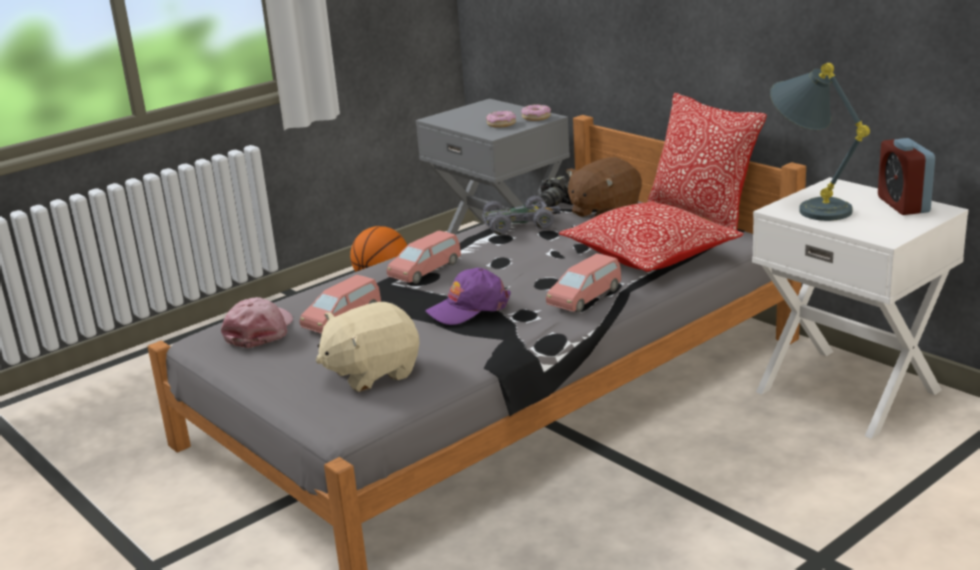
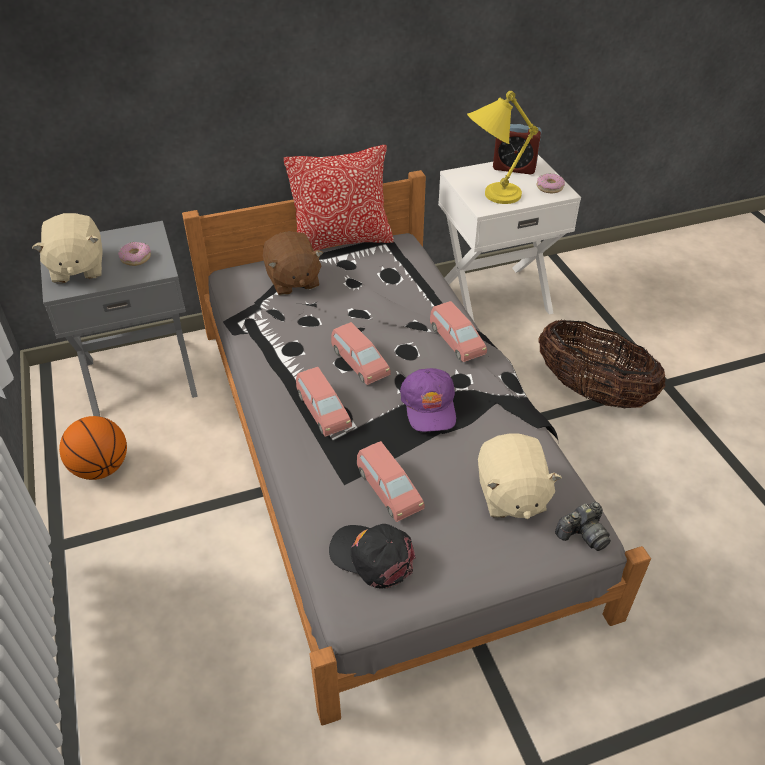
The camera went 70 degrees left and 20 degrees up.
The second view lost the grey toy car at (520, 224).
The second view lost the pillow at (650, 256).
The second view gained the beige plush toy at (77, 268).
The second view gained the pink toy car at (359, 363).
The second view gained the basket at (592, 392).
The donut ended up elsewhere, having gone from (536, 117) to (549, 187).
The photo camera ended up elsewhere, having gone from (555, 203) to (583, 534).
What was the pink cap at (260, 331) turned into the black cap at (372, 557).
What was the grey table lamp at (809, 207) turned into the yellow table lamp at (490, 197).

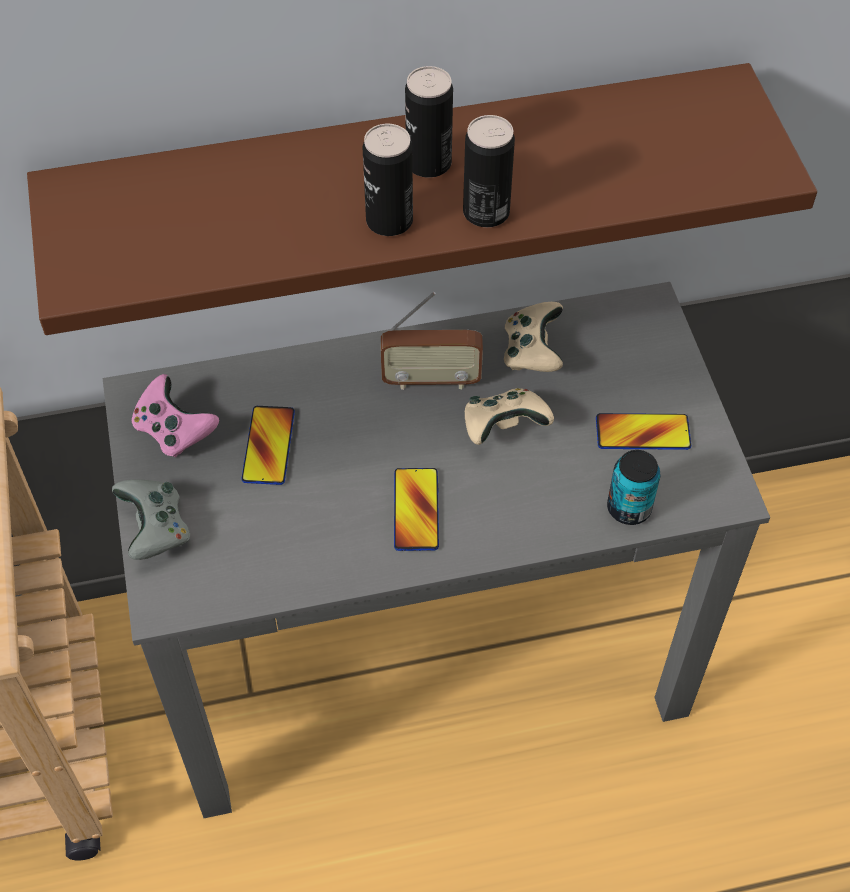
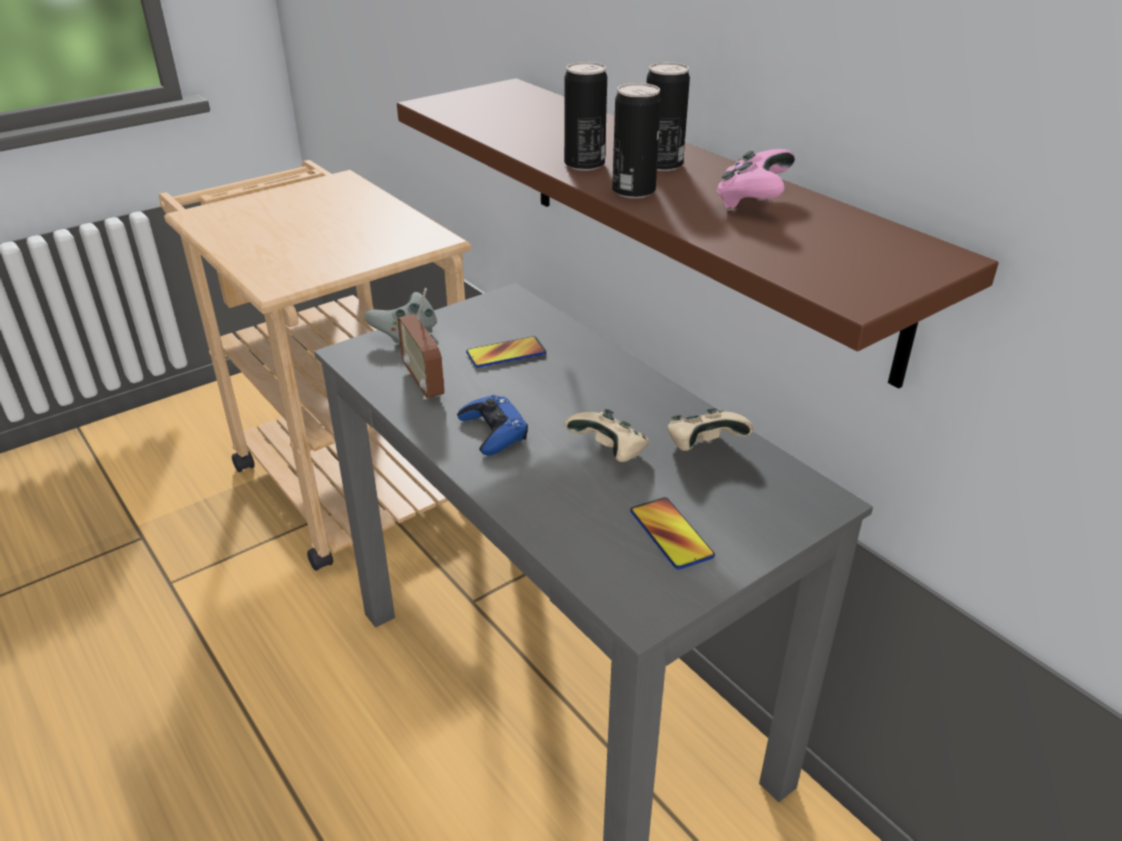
The camera went 65 degrees right and 20 degrees down.
The second view lost the can at (629, 508).
The pink game controller ended up elsewhere, having gone from (174, 431) to (752, 201).
The radio ended up elsewhere, having gone from (431, 380) to (424, 383).
Where the phone stood at (416, 510), the blue game controller came to stand at (493, 431).

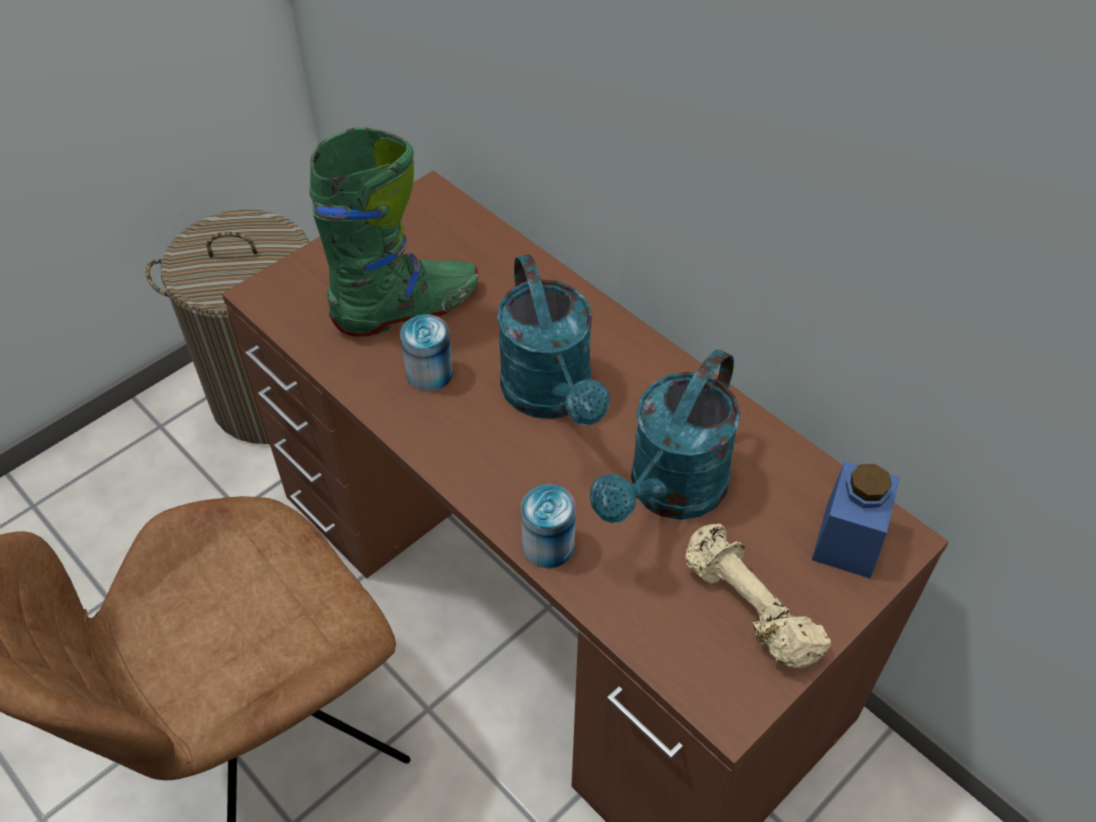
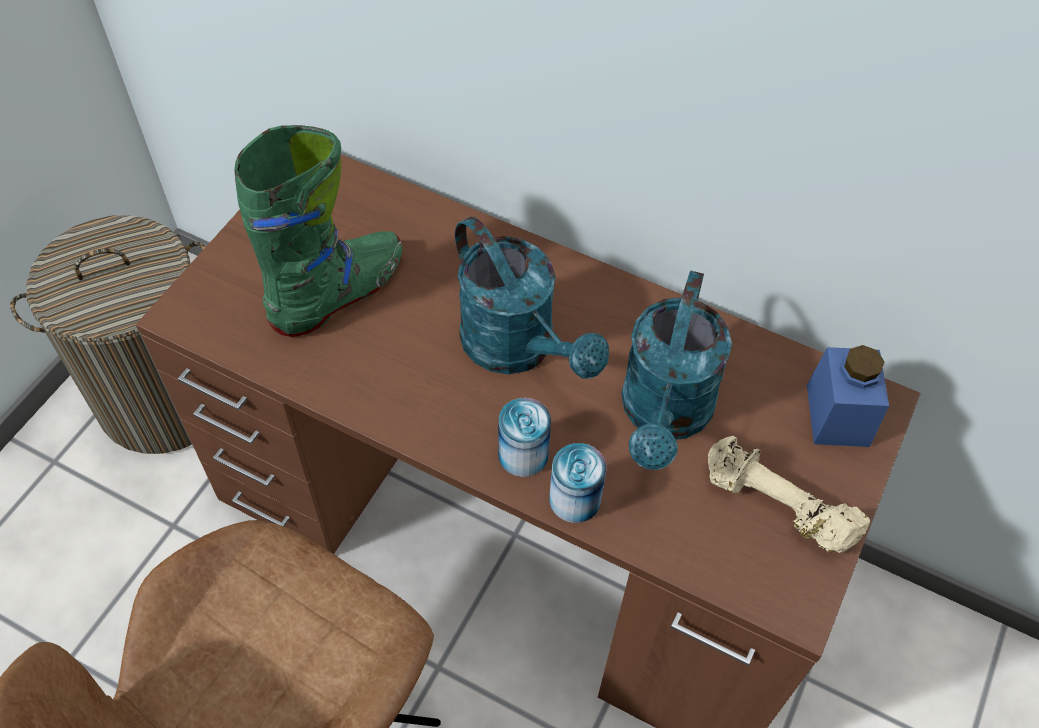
The camera went 20 degrees left and 5 degrees up.
The can ended up elsewhere, having gone from (429, 374) to (523, 454).

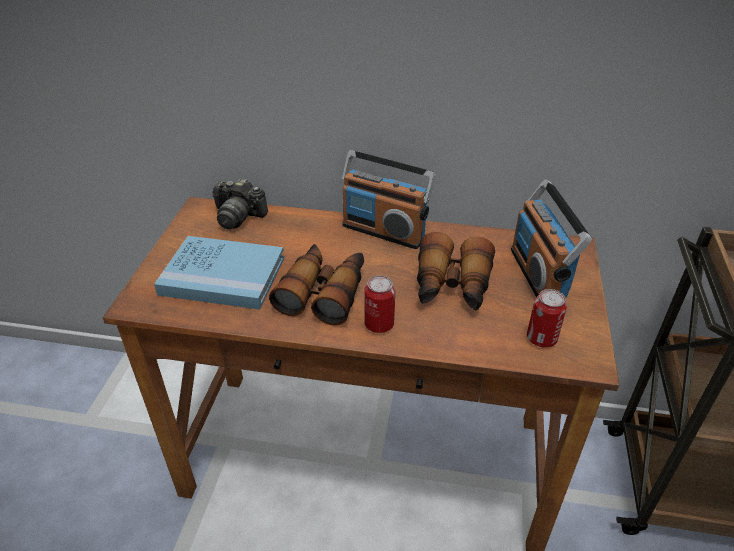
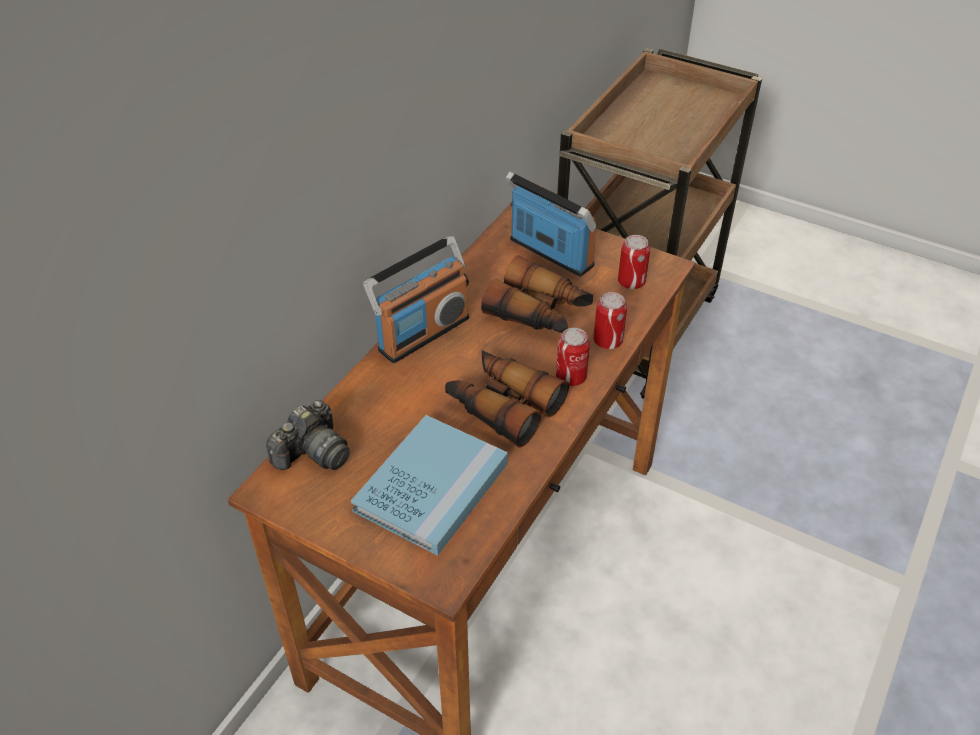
The camera went 70 degrees left and 5 degrees up.
The second view gained the can at (607, 341).
The radio at (538, 275) ended up facing another way, 150 degrees counterclockwise from before.

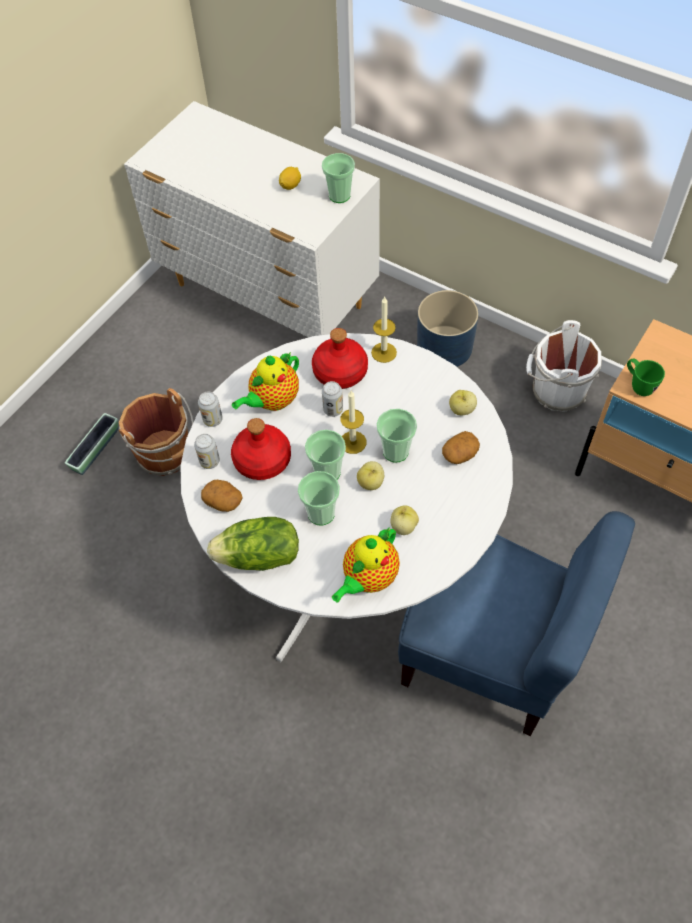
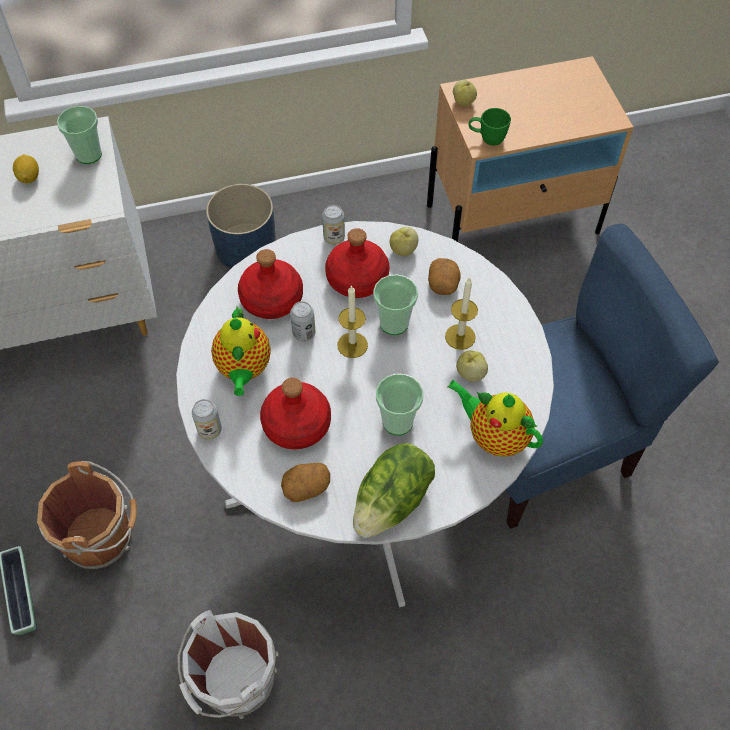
The camera went 50 degrees left and 0 degrees up.
The second view lost the cup at (327, 472).
The second view gained the red bottle at (356, 278).
The can ended up elsewhere, having gone from (209, 461) to (334, 238).
The apple ended up elsewhere, having gone from (371, 483) to (463, 102).
The candle ended up elsewhere, having gone from (384, 352) to (460, 337).
The white bucket ended up elsewhere, having gone from (556, 391) to (234, 682).
The teapot at (368, 578) ended up facing another way, 135 degrees clockwise from before.

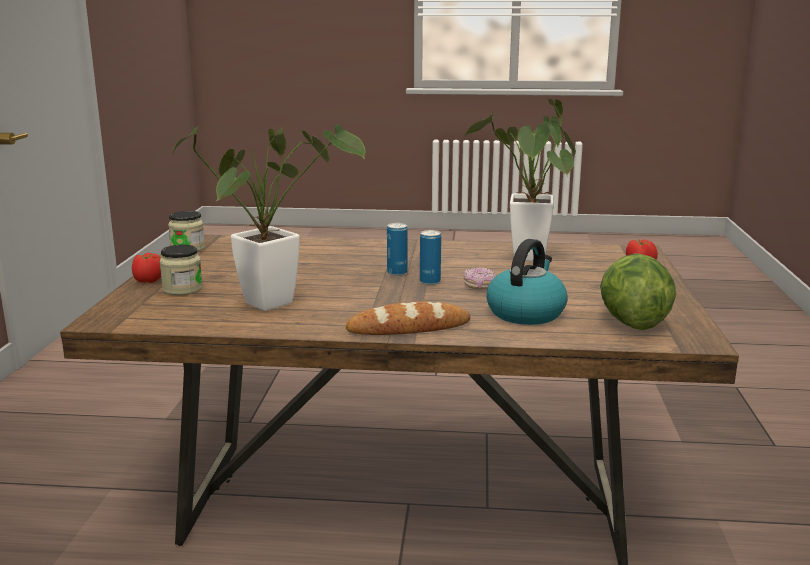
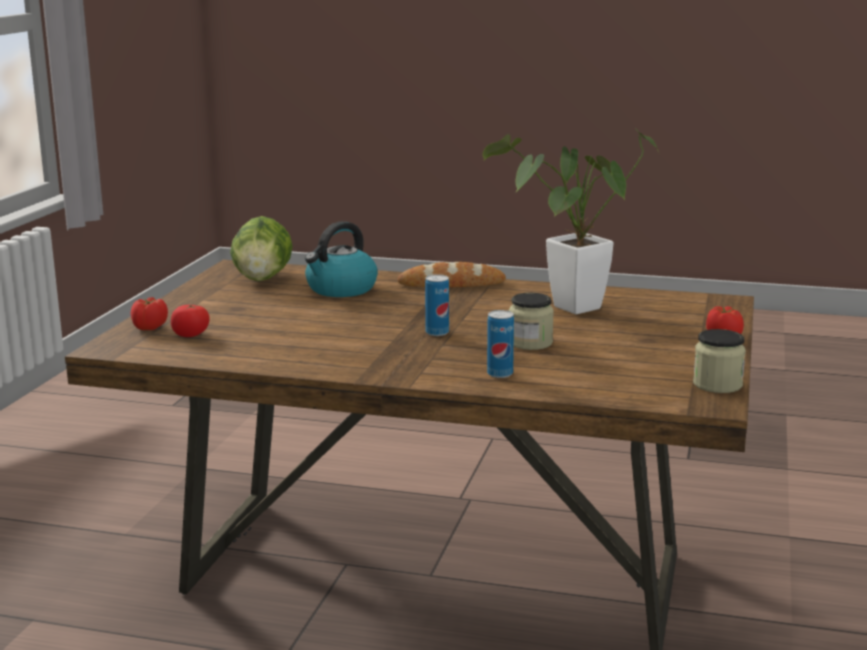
The camera went 170 degrees left and 0 degrees up.
The second view lost the potted plant at (528, 260).
The second view lost the donut at (479, 286).
The second view gained the tomato at (191, 335).
The jar ended up elsewhere, having gone from (182, 289) to (530, 343).
The can ended up elsewhere, having gone from (430, 282) to (500, 374).

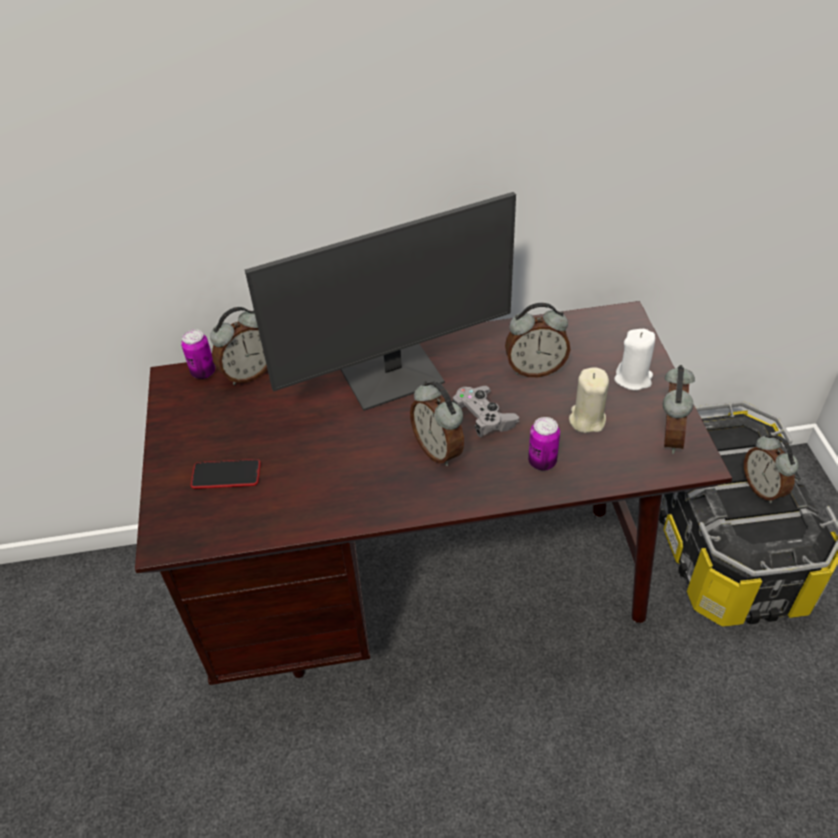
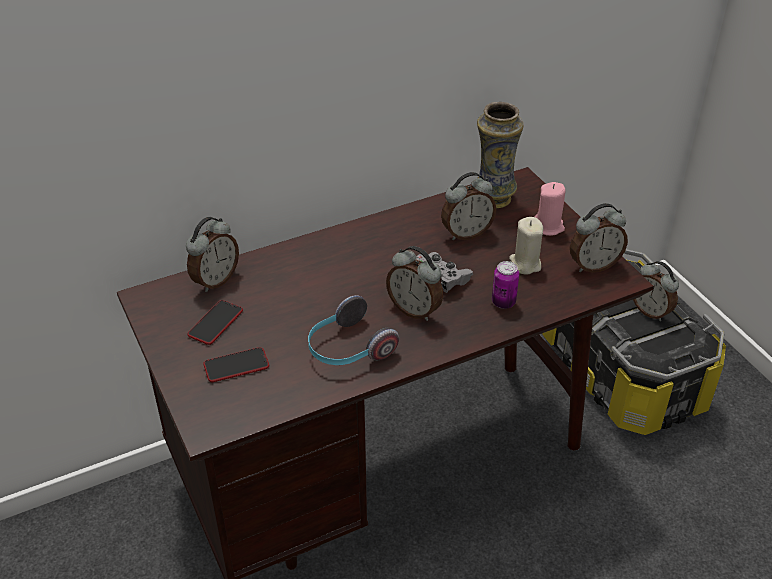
The camera went 20 degrees left and 5 degrees down.
The second view lost the can at (203, 372).
The second view lost the monitor at (392, 376).
The second view gained the phone at (215, 323).
The second view gained the headphones at (348, 349).
The second view gained the vase at (493, 198).
What was the white candle at (633, 378) turned into the pink candle at (548, 227).
The alarm clock at (668, 437) ended up facing another way, 75 degrees clockwise from before.

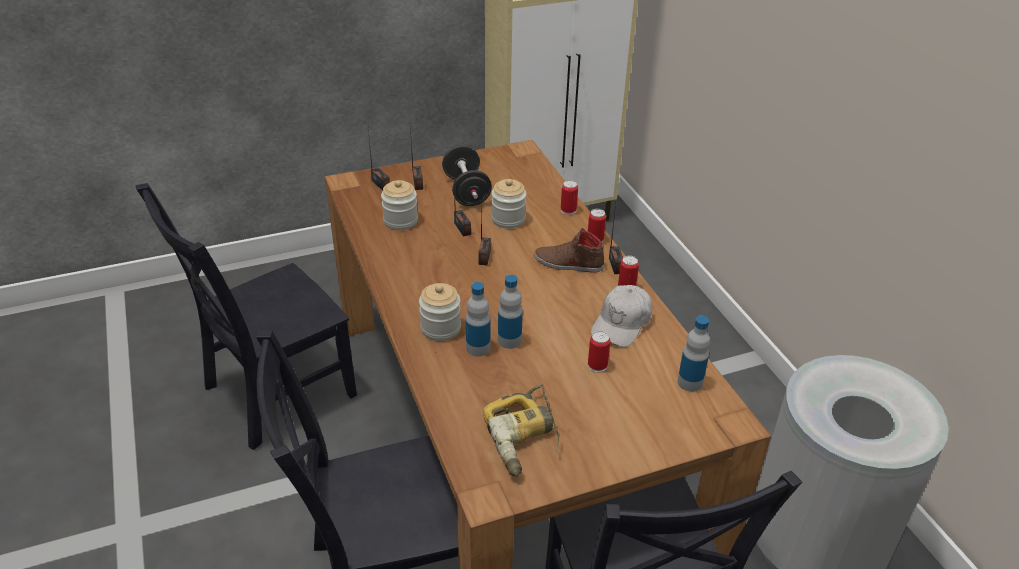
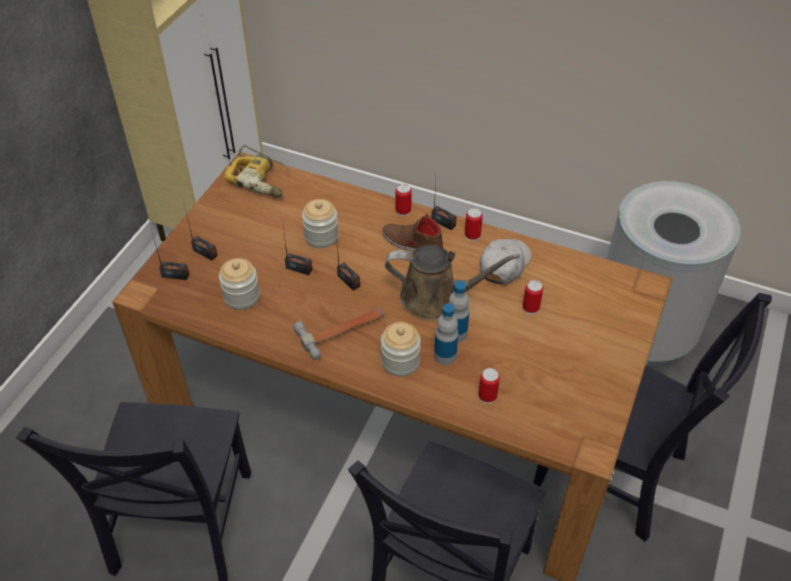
The camera went 45 degrees left and 10 degrees up.
The second view lost the black dumbbell at (466, 191).
The second view lost the bottle at (690, 382).
The second view gained the hammer at (342, 331).
The second view gained the brown watering can at (436, 299).
The power drill ended up elsewhere, having gone from (524, 438) to (260, 179).
The can ended up elsewhere, having gone from (568, 210) to (487, 396).
The brown shoe at (568, 263) ended up facing another way, 60 degrees clockwise from before.
The white cap at (622, 323) ended up facing another way, 135 degrees counterclockwise from before.

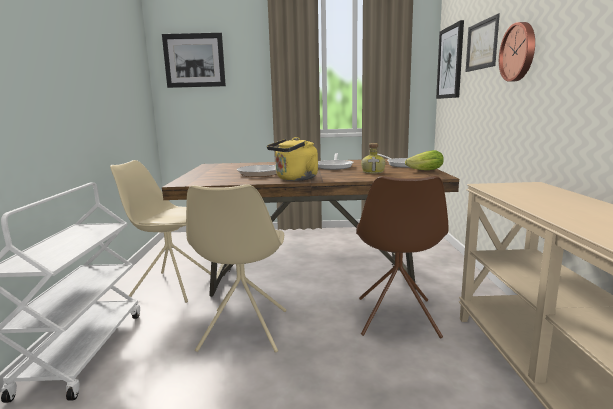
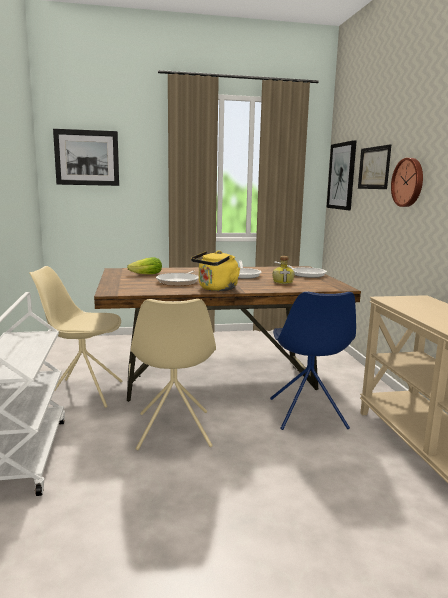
The camera went 10 degrees left and 0 degrees up.
The lettuce ended up elsewhere, having gone from (423, 170) to (144, 275).
What was the brown chair at (396, 318) turned into the blue chair at (307, 414).

